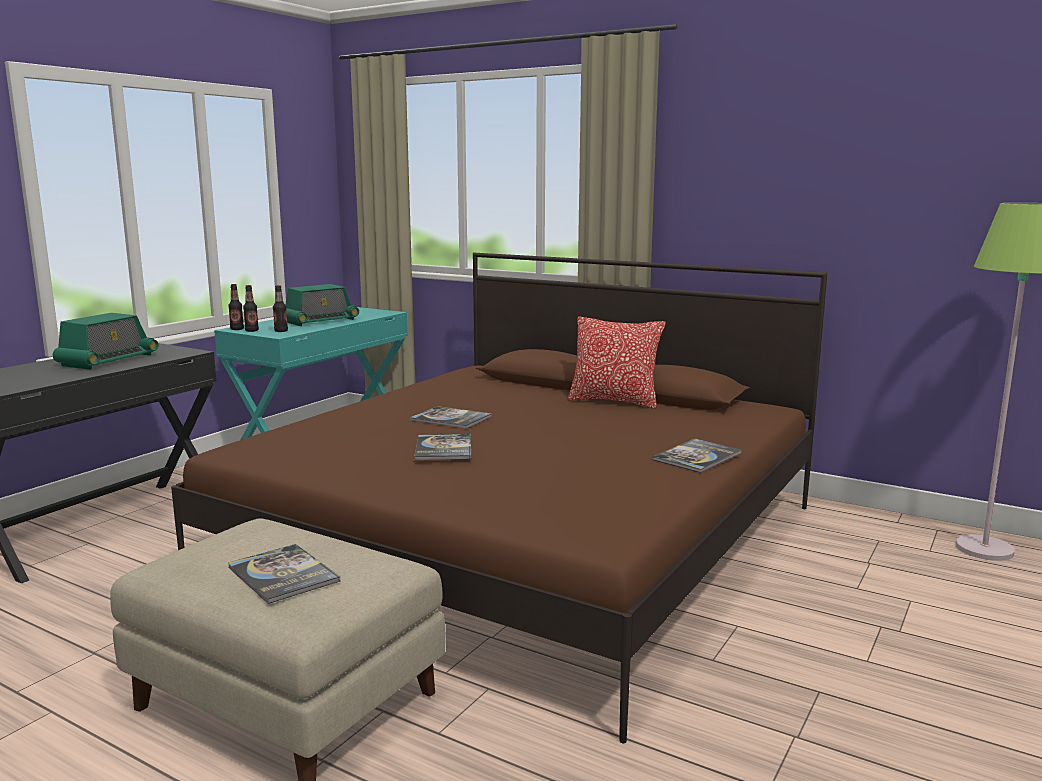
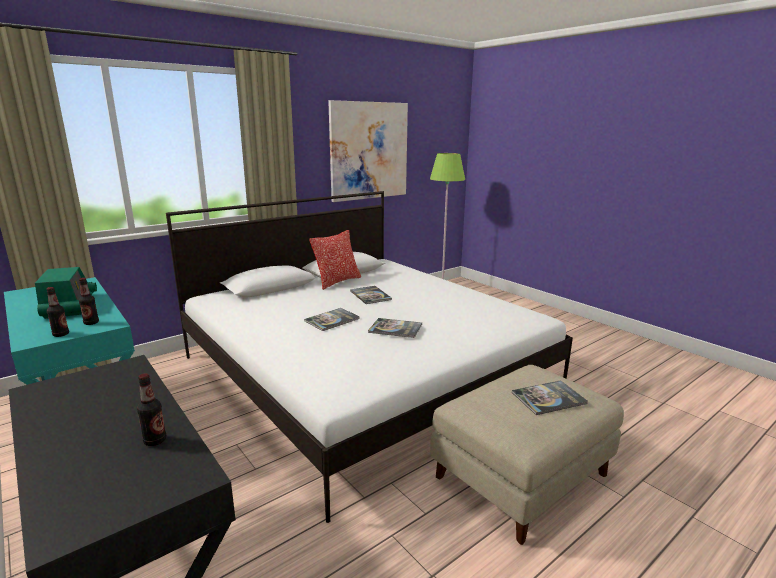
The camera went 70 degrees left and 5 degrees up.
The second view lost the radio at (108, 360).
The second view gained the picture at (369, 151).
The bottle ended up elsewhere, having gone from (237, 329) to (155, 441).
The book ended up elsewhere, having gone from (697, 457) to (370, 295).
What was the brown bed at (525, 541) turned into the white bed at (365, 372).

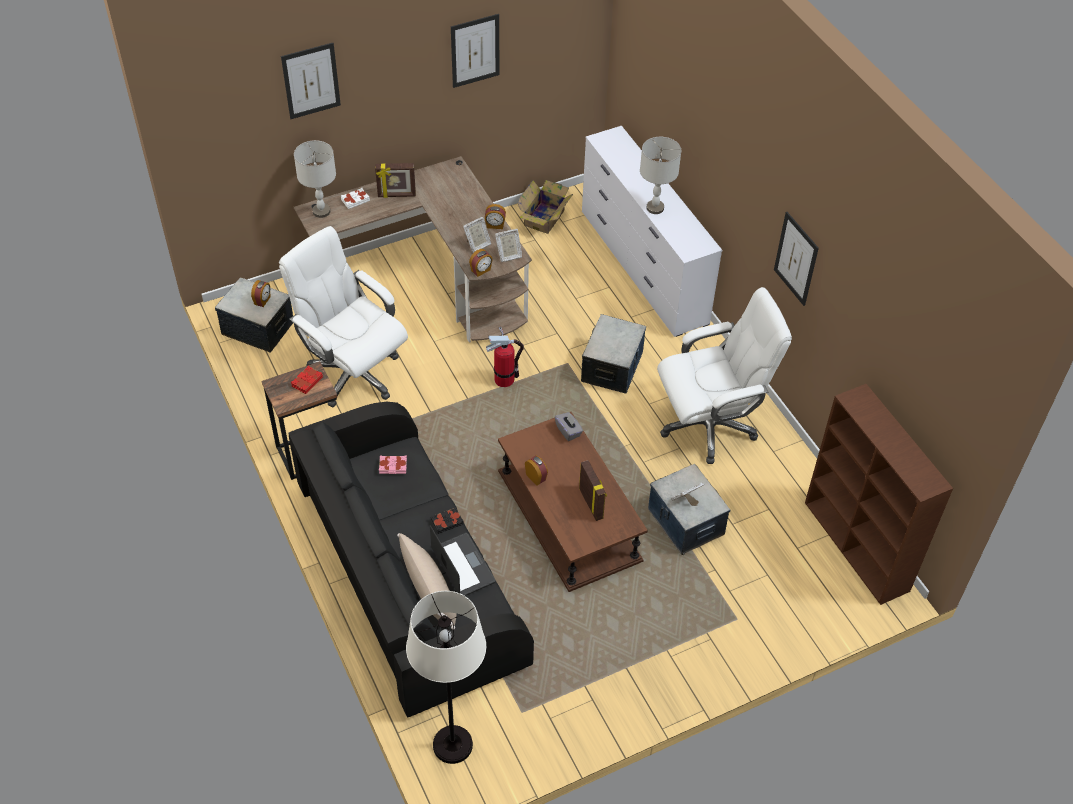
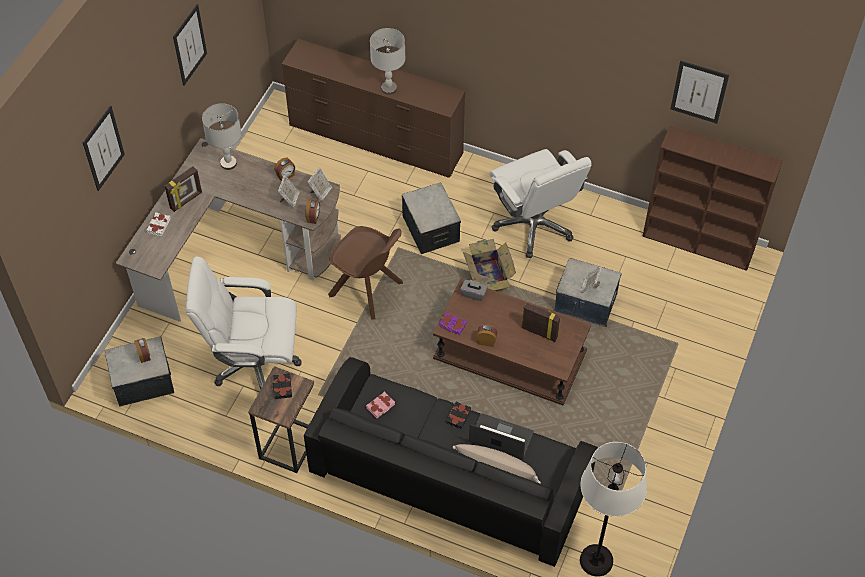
The camera went 40 degrees left and 5 degrees up.
The second view gained the purple book at (452, 325).
The grey table lamp ended up elsewhere, having gone from (321, 211) to (228, 163).
The cardboard box ended up elsewhere, having gone from (545, 217) to (488, 275).
The picture ended up elsewhere, having gone from (796, 258) to (699, 92).
Where the fire extinguisher stood at (504, 379), the brown chair came to stand at (367, 290).
What was the red book at (307, 381) turned into the black book at (282, 387).
What was the white dresser at (643, 267) turned into the brown dresser at (375, 140).
The white office chair at (709, 425) ended up facing another way, 120 degrees clockwise from before.

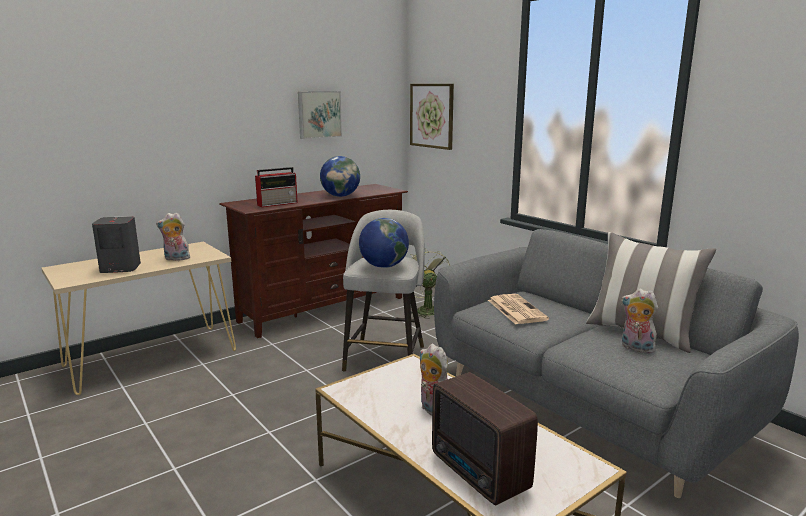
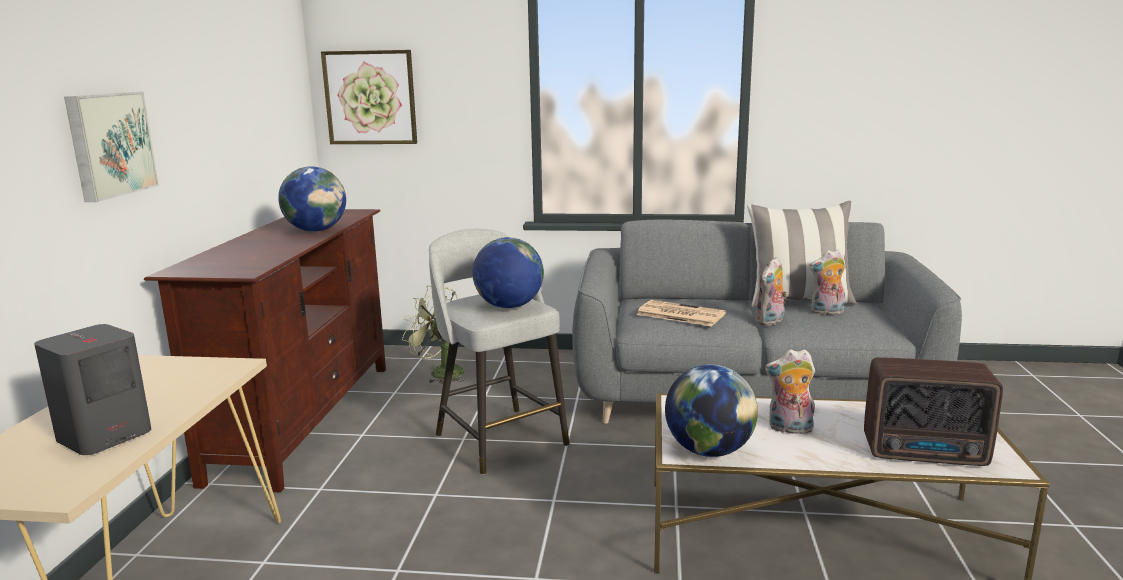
The camera went 45 degrees left and 0 degrees up.
The second view lost the radio at (278, 204).
The second view gained the globe at (709, 451).
The plush toy ended up elsewhere, having gone from (176, 259) to (770, 322).
The picture ended up elsewhere, having gone from (319, 114) to (109, 144).

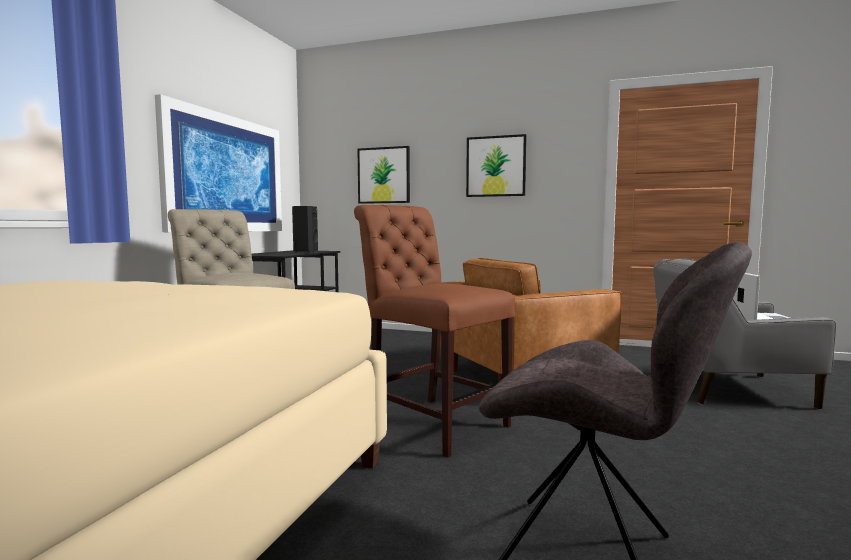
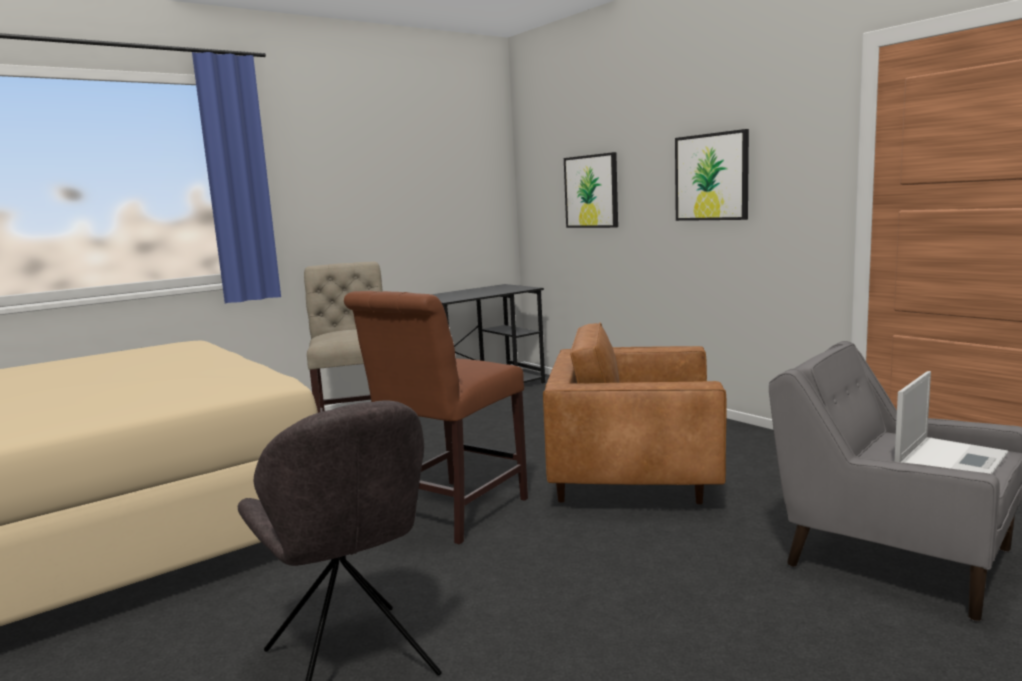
The camera went 35 degrees right and 5 degrees up.
The second view lost the picture at (226, 174).
The second view lost the black speaker at (305, 252).
The brown chair at (432, 422) ended up facing another way, 135 degrees counterclockwise from before.

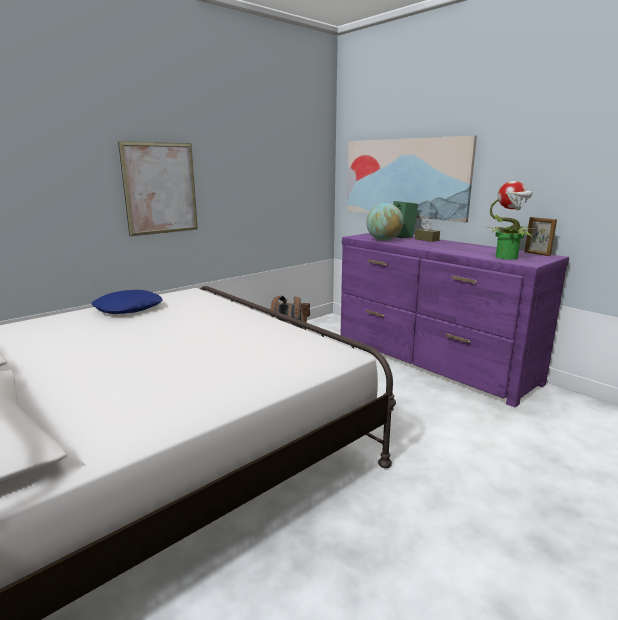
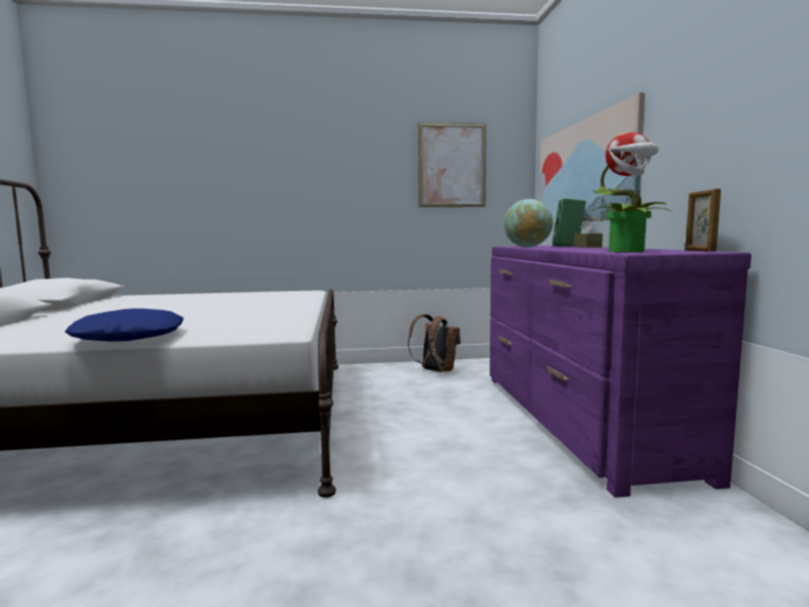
The camera went 35 degrees right and 10 degrees down.
The blue pillow ended up elsewhere, having gone from (128, 309) to (130, 337).
The picture ended up elsewhere, having gone from (160, 188) to (452, 165).

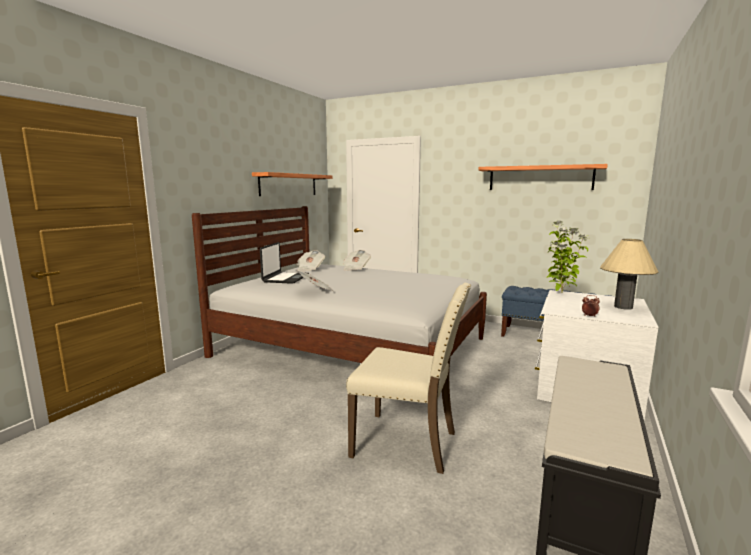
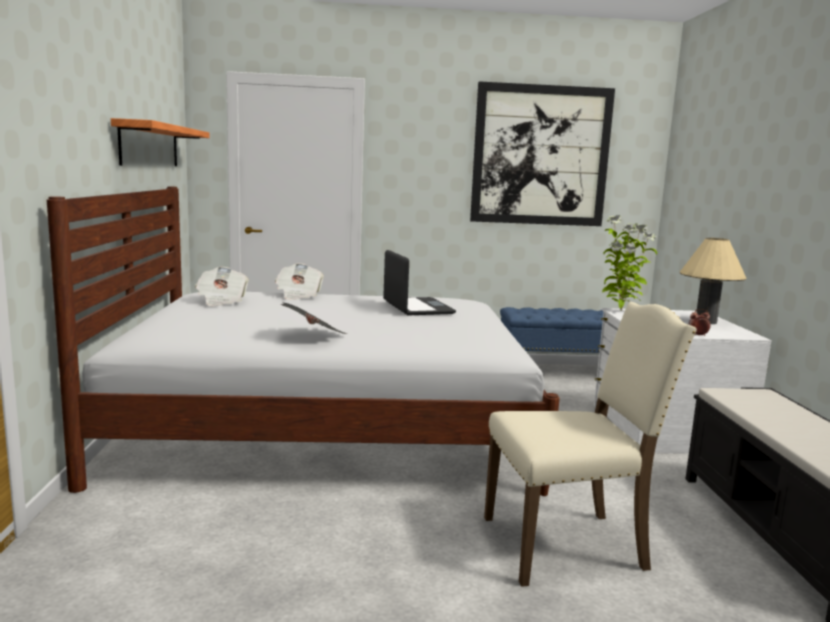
The camera went 30 degrees left and 0 degrees up.
The laptop ended up elsewhere, having gone from (285, 278) to (417, 308).
Where the shelf hung at (540, 178), the picture came to hang at (540, 156).

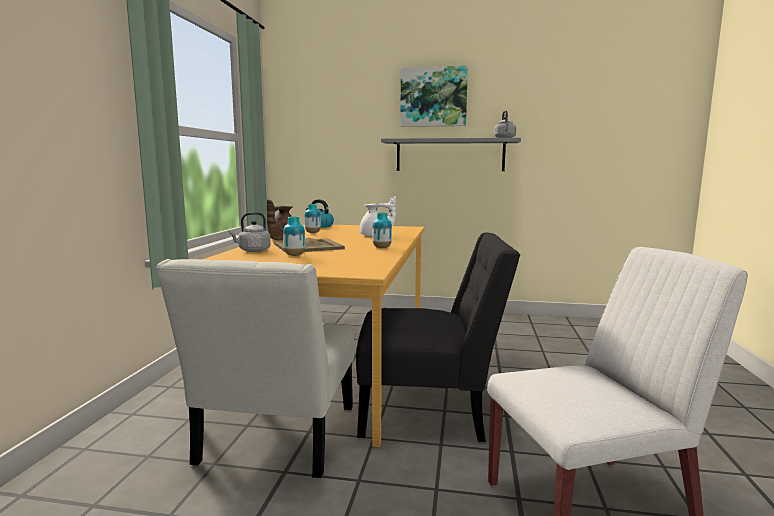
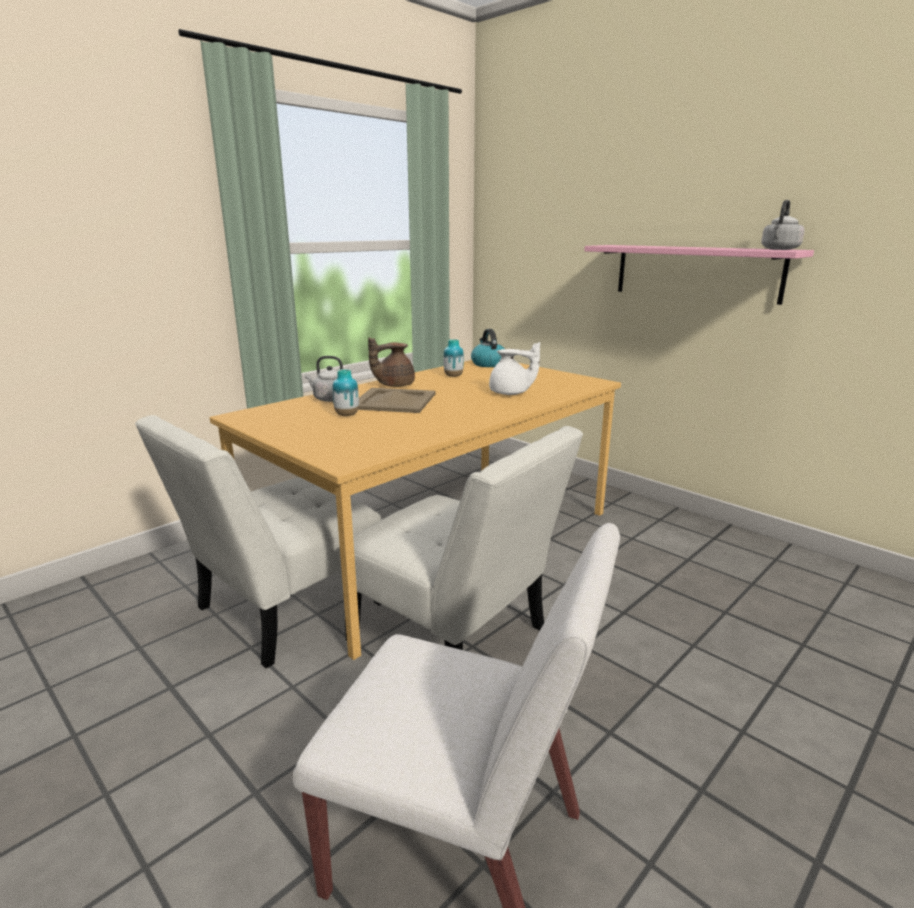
The camera went 35 degrees right and 10 degrees up.
The second view lost the vase at (382, 248).
The second view lost the picture at (433, 97).
What was the black chair at (429, 410) turned into the white chair at (455, 639).
What was the grey shelf at (450, 155) turned into the pink shelf at (696, 272).

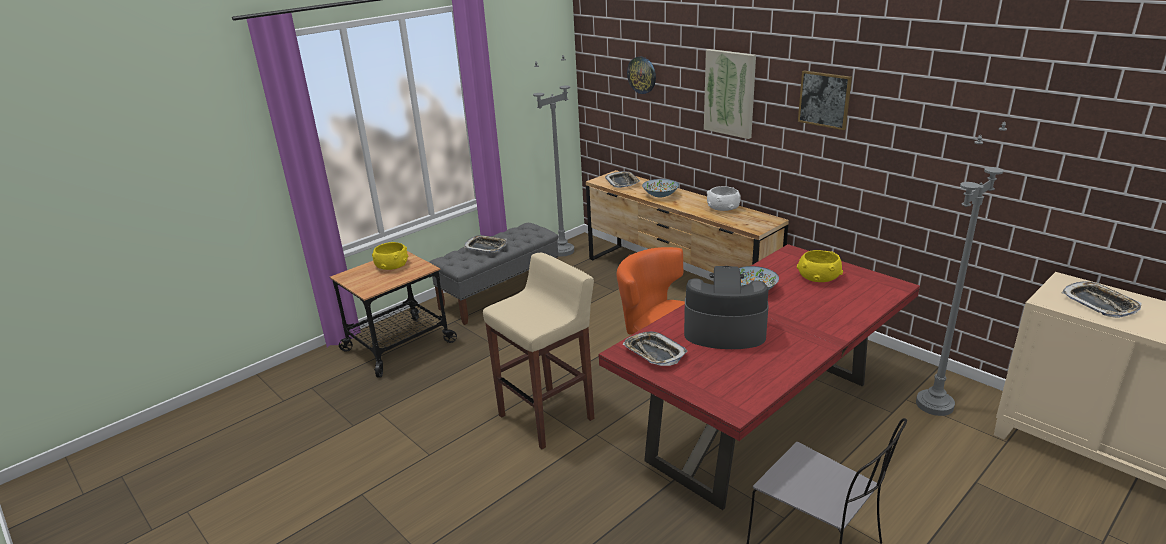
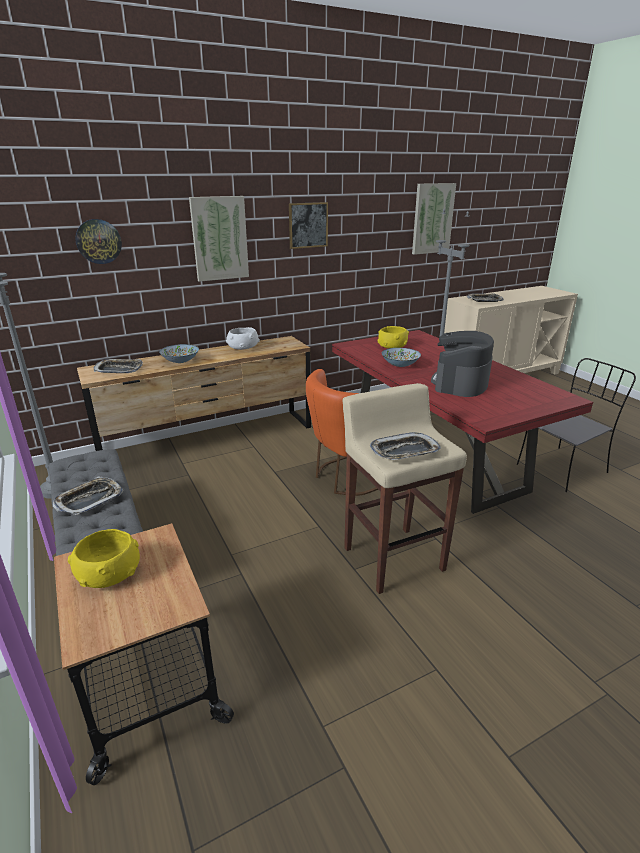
The camera went 75 degrees left and 0 degrees up.
The second view gained the picture at (432, 218).
The tray ended up elsewhere, having gone from (654, 353) to (404, 452).

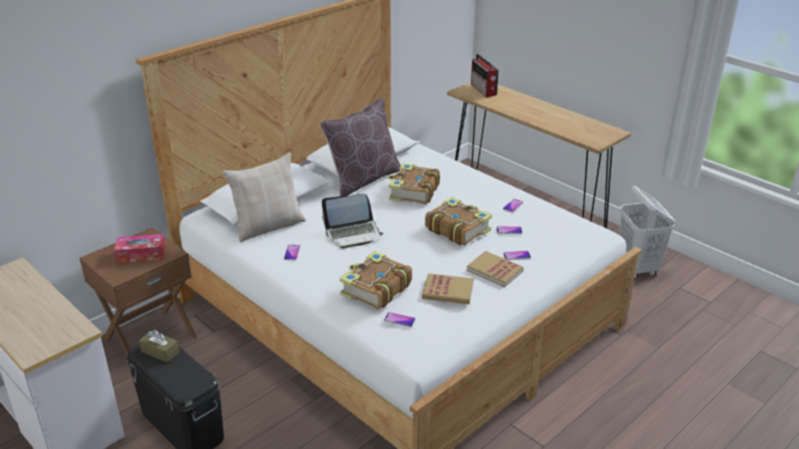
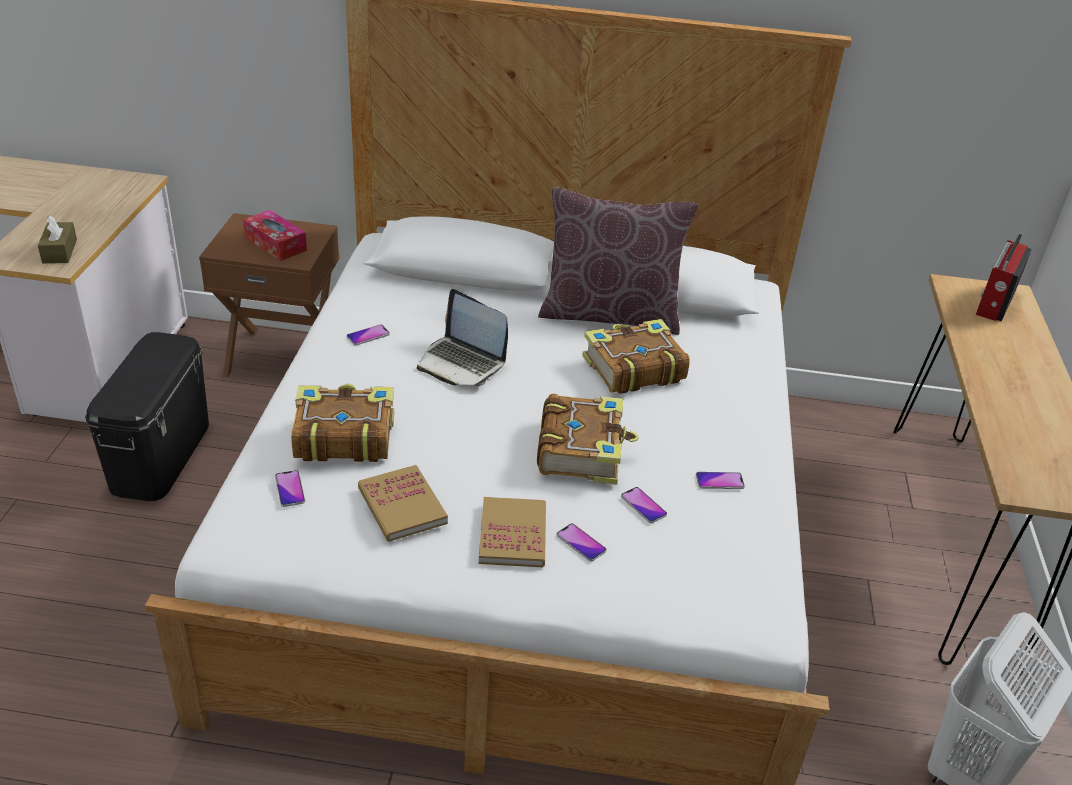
The camera went 50 degrees right and 5 degrees up.
The second view lost the beige pillow at (268, 226).
The brown tissue box ended up elsewhere, having gone from (160, 352) to (59, 251).

